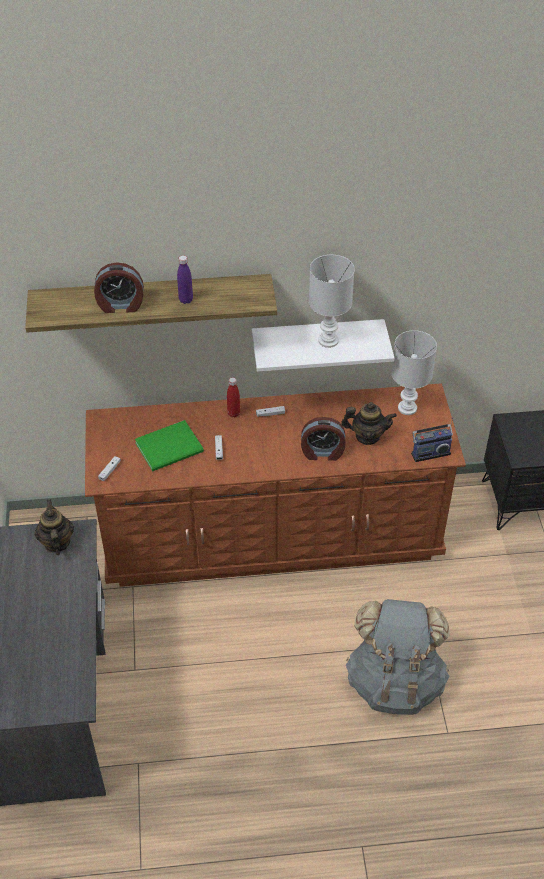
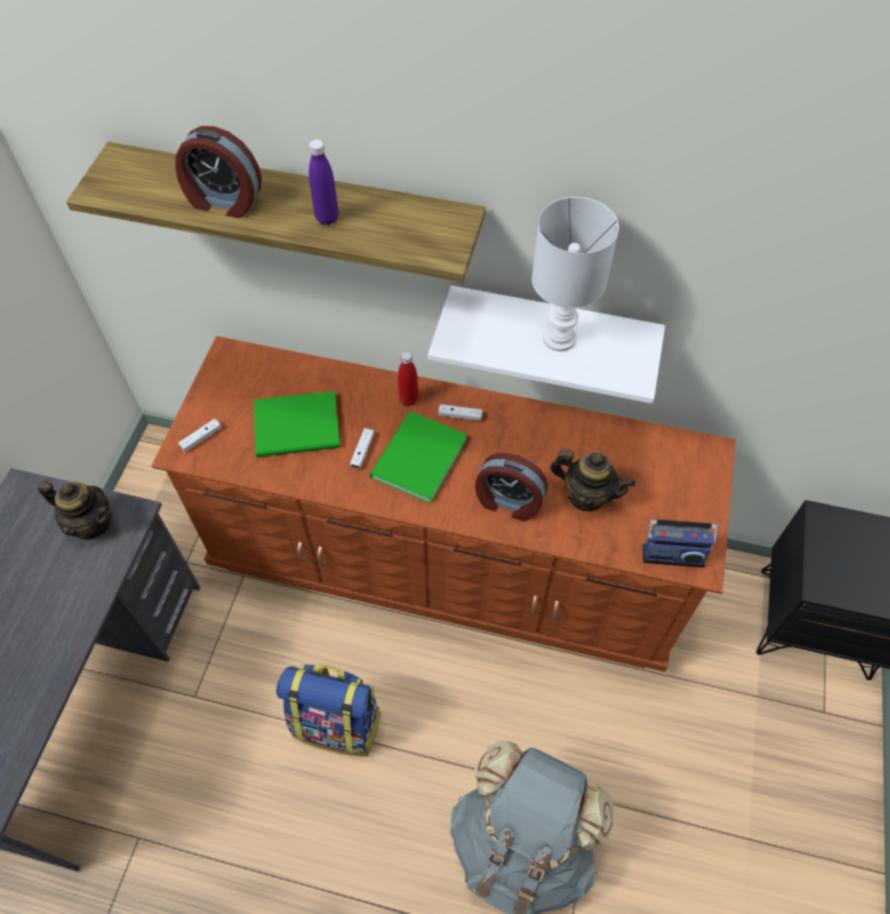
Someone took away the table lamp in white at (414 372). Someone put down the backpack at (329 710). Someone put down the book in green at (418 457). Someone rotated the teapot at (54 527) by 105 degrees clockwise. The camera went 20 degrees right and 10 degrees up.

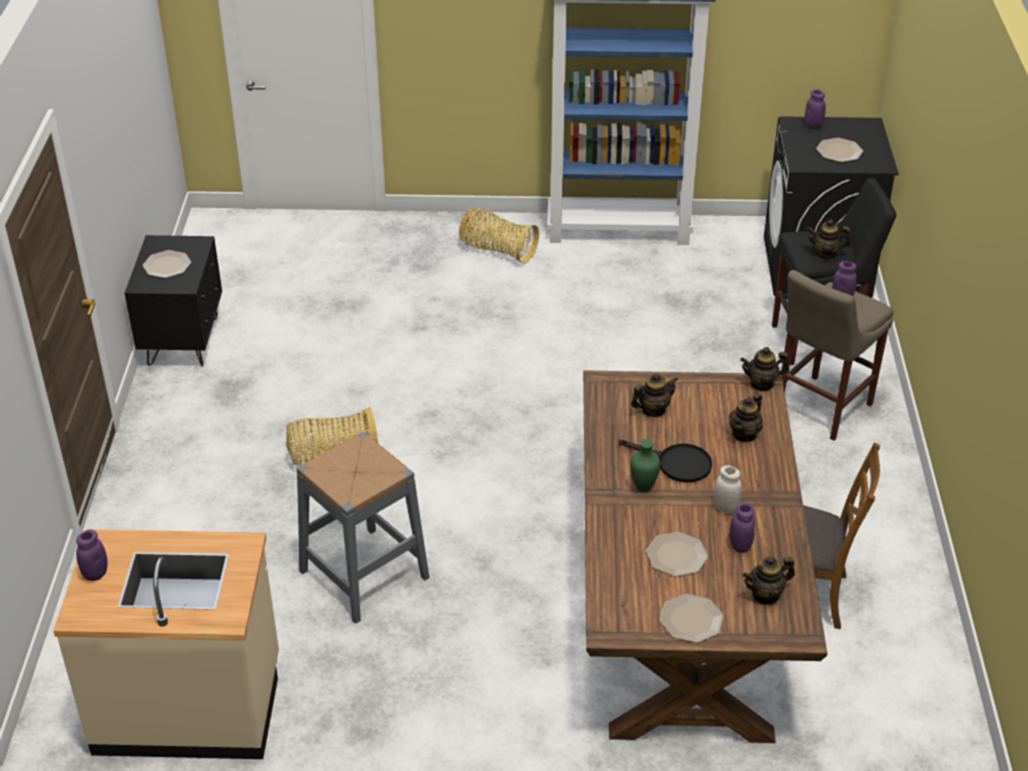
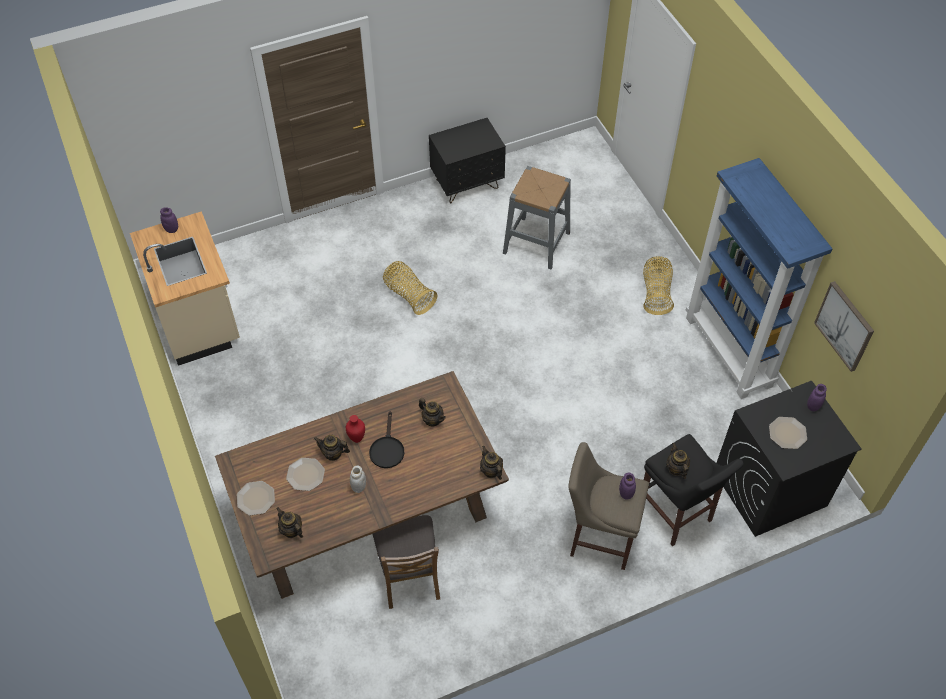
Someone took away the plate at (167 264). Someone took away the jar in purple at (742 527). Someone put up the picture at (844 326). Someone carried the stool in grey from (363 528) to (537 217). Someone carried the teapot from (746 418) to (332 448). Someone repainted the vase in green at (645 465), which became the vase in red at (355 429). The camera went 65 degrees right and 15 degrees up.

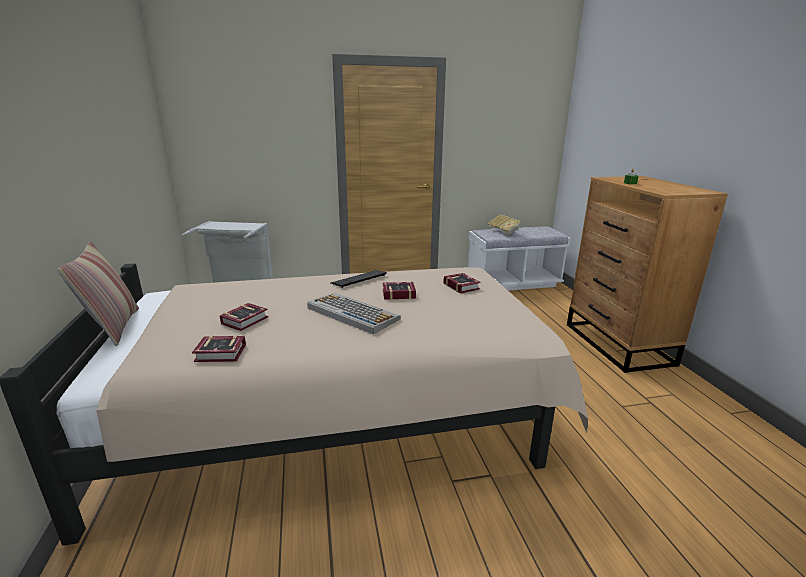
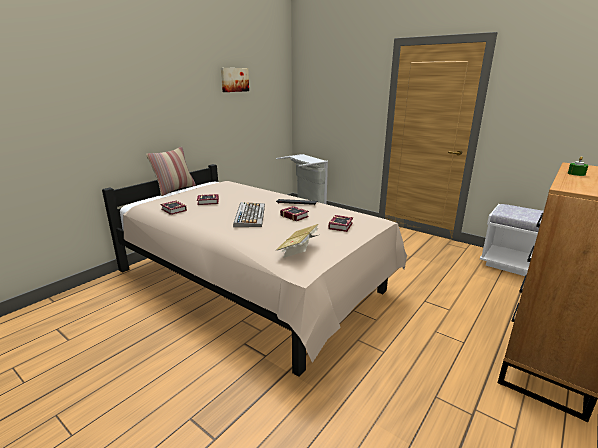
Someone put up the picture at (235 80). Someone carried the book from (504 225) to (297 241). The camera went 50 degrees right and 0 degrees up.

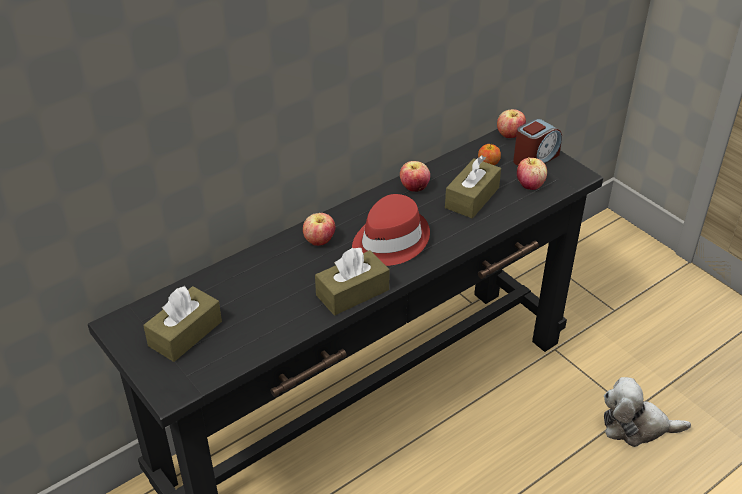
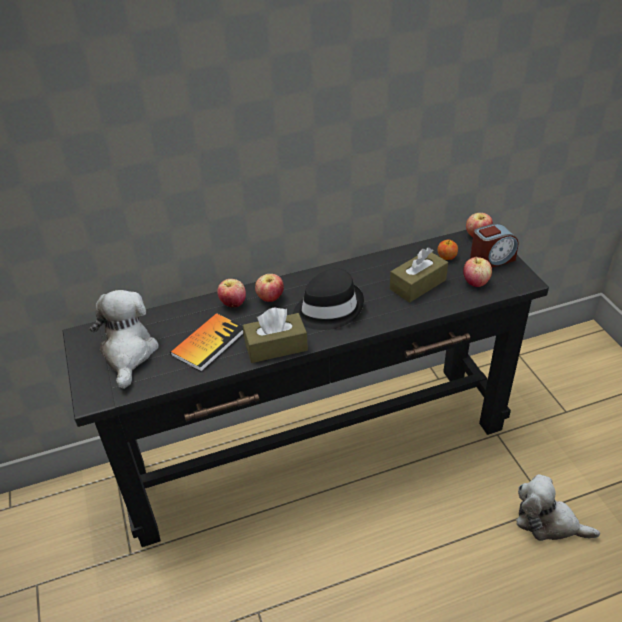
Someone put down the book at (206 342). Someone carried the apple from (415 176) to (231 293). Someone swapped the tissue box in brown at (182 324) for the plush toy at (124 339). Someone repainted the hat in red at (391 230), which became the hat in black at (328 299). The camera went 20 degrees right and 0 degrees up.

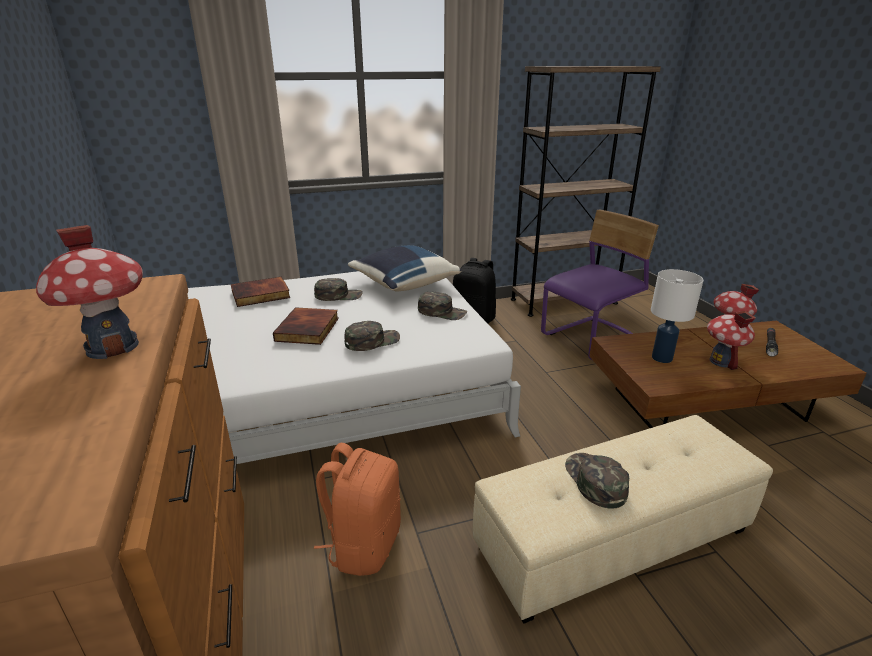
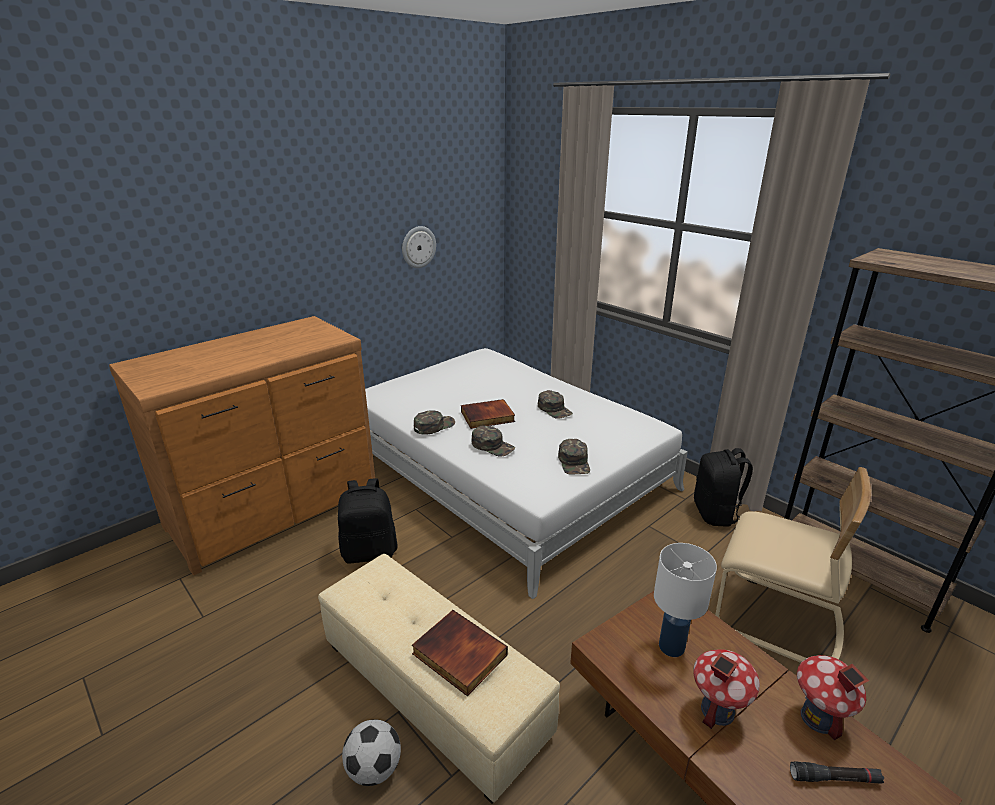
Someone took away the toy house at (89 292). Someone took away the pillow in blue at (404 268). Someone put down the football at (371 752). Someone put up the wall clock at (419 247). Someone carried the book from (260 291) to (460 653). Someone carried the cap in green from (597 481) to (434 422). Someone repainted the backpack in orange at (357 509), which became the backpack in black at (368 521). Someone repainted the chair in purple at (600 284), which became the chair in beige at (793 565). The camera went 65 degrees right and 0 degrees up.

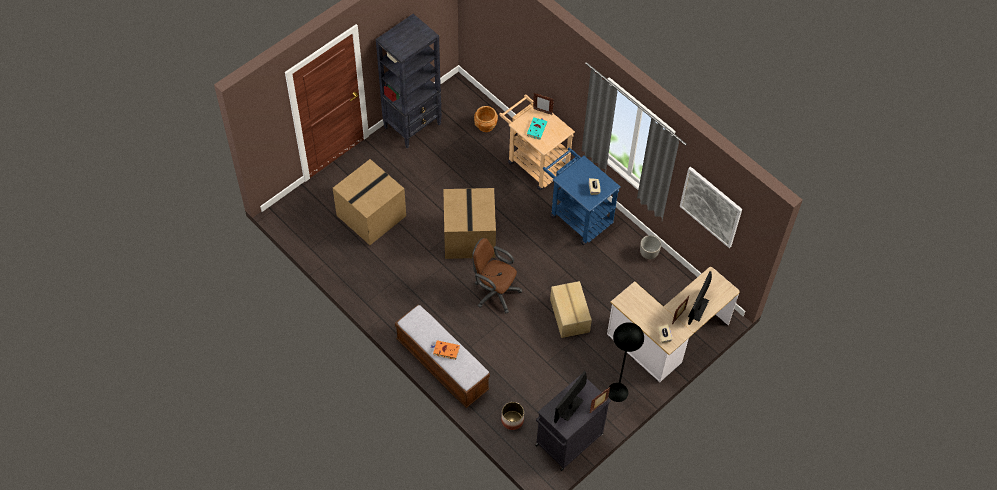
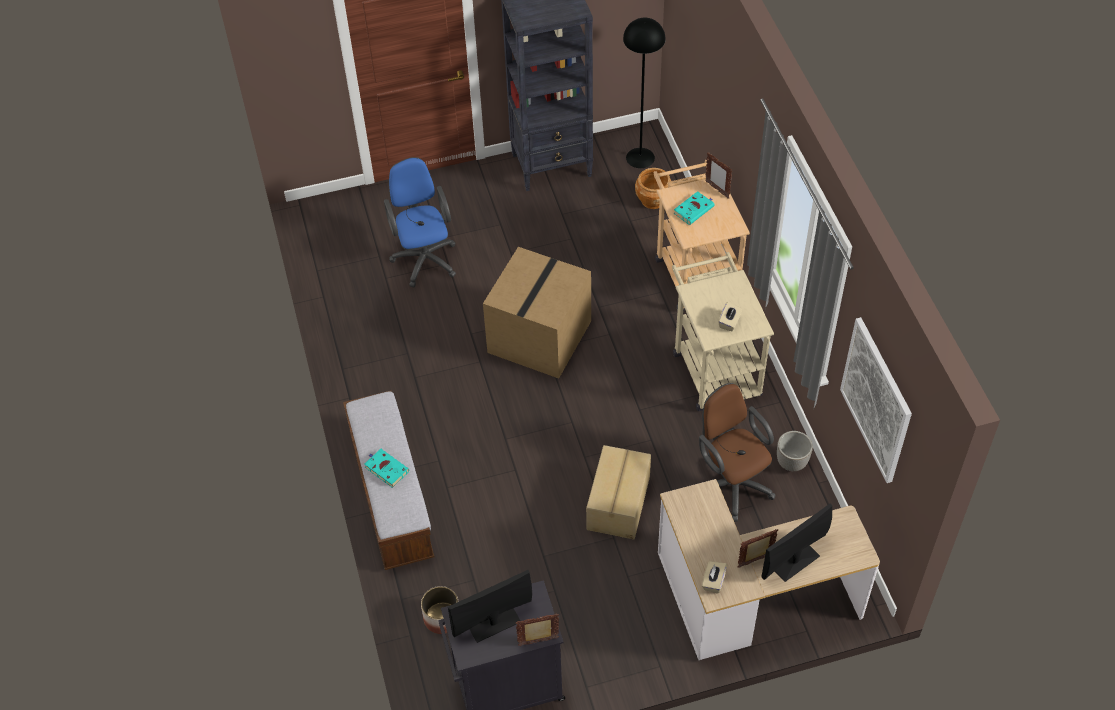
Someone carried the office chair in brown from (497 276) to (737 452). Someone carried the floor lamp in black from (626 362) to (644 92). Someone swapped the cardboard box at (369 202) for the office chair in blue at (420 222). Someone repainted the book in orange at (445 350), which became the book in turquoise at (386 468). Someone repainted the cart in blue at (582 196), which became the cart in beige at (723 331). The camera went 30 degrees right and 5 degrees down.

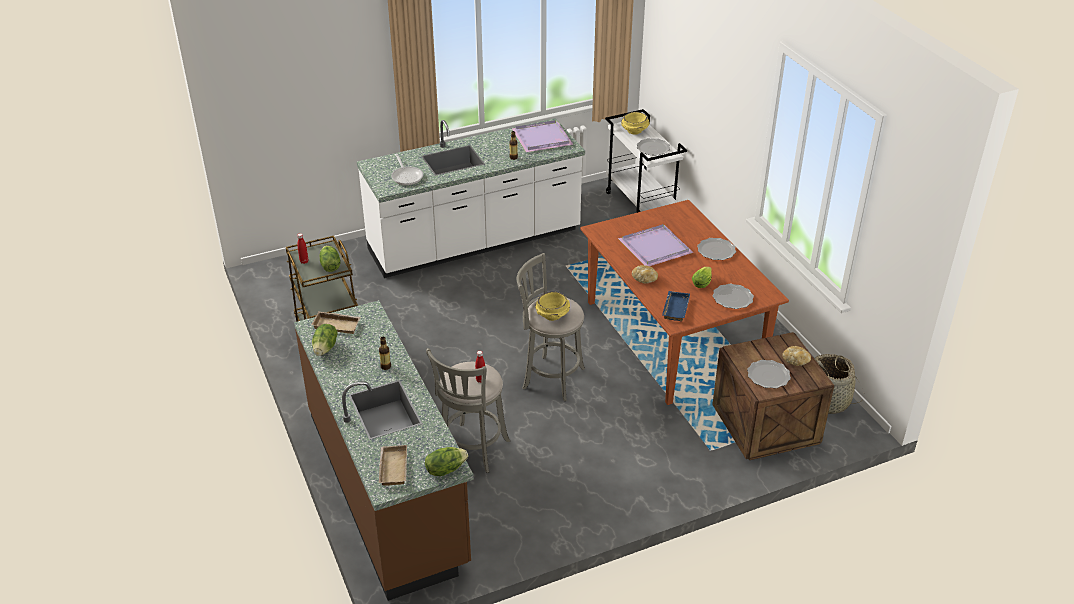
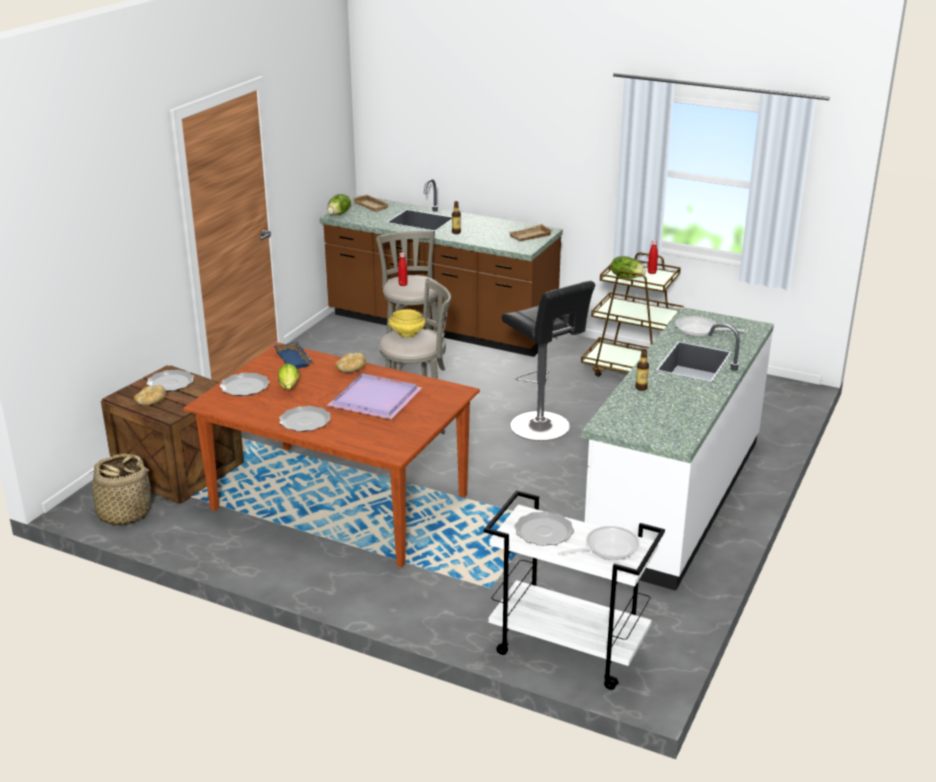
Someone took away the lettuce at (325 340). Someone took away the tray in purple at (542 136). Someone put down the stool in black at (548 361). Someone swapped the bowl in yellow at (635 123) for the frying pan at (598 543). The camera went 140 degrees right and 10 degrees down.

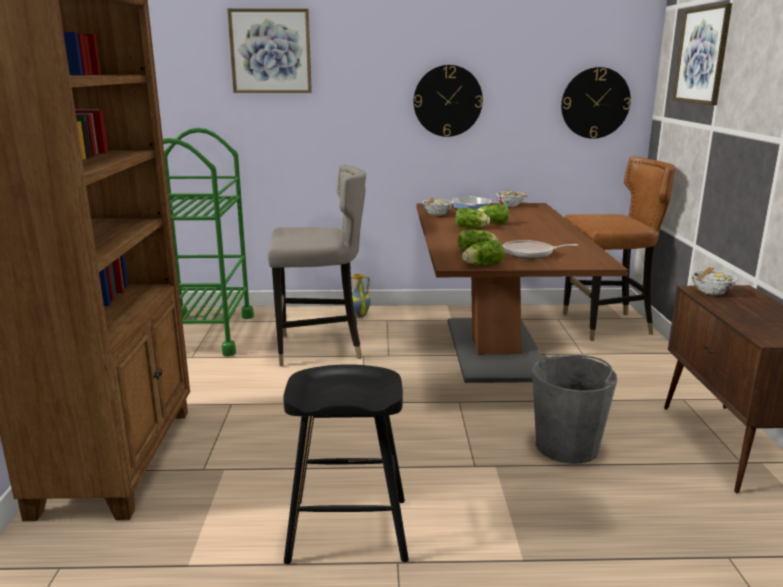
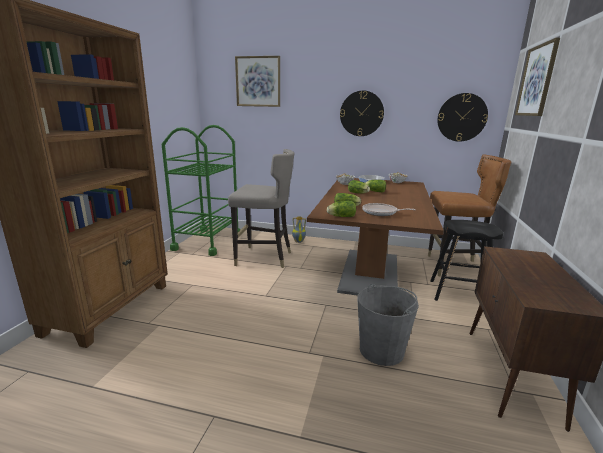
Someone took away the bowl at (714 281). Someone carried the stool in black from (346 464) to (466 260). The camera went 15 degrees right and 0 degrees up.

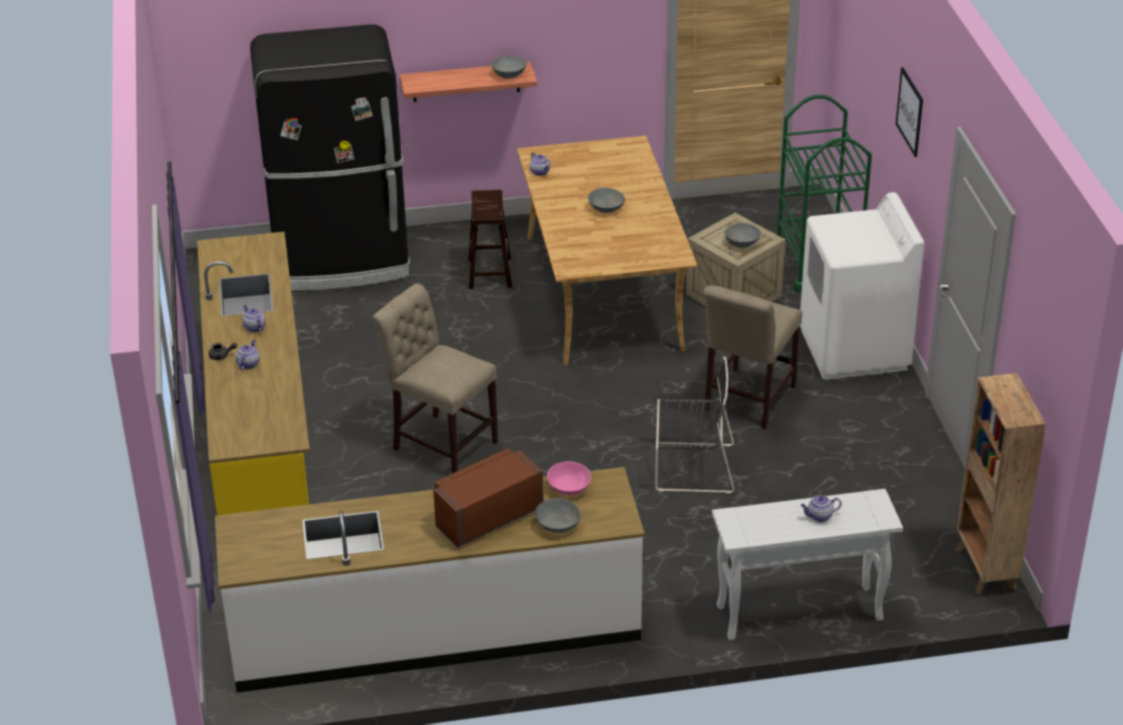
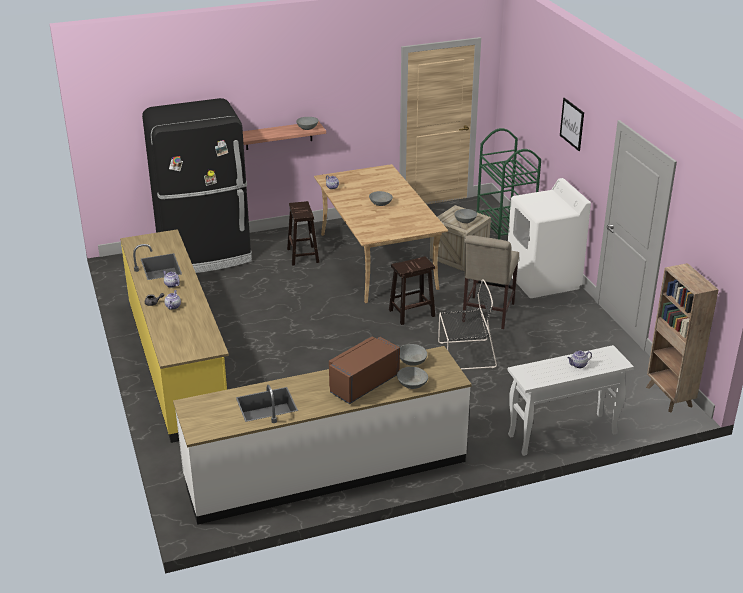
Someone took away the chair in beige at (435 378). Someone put down the stool in brown at (412 290). Someone repainted the bowl in pink at (569 478), which became the bowl in grey at (413 355). The camera went 10 degrees left and 5 degrees down.

